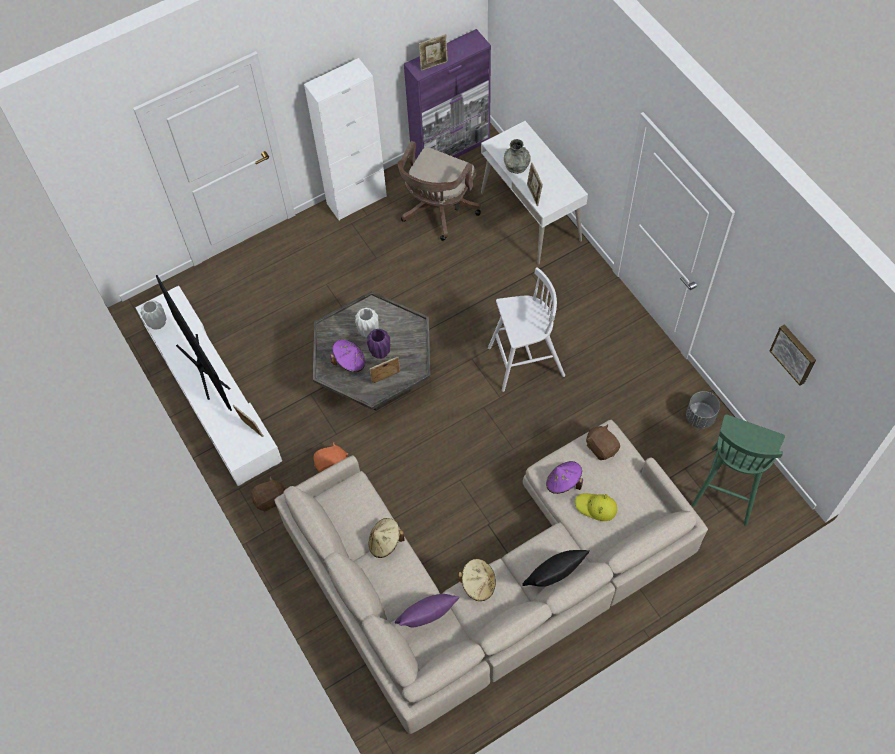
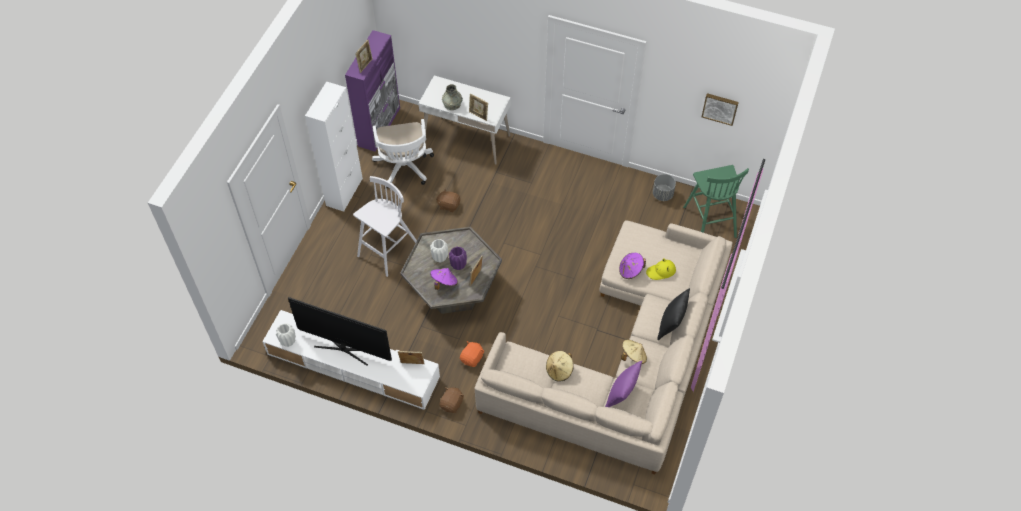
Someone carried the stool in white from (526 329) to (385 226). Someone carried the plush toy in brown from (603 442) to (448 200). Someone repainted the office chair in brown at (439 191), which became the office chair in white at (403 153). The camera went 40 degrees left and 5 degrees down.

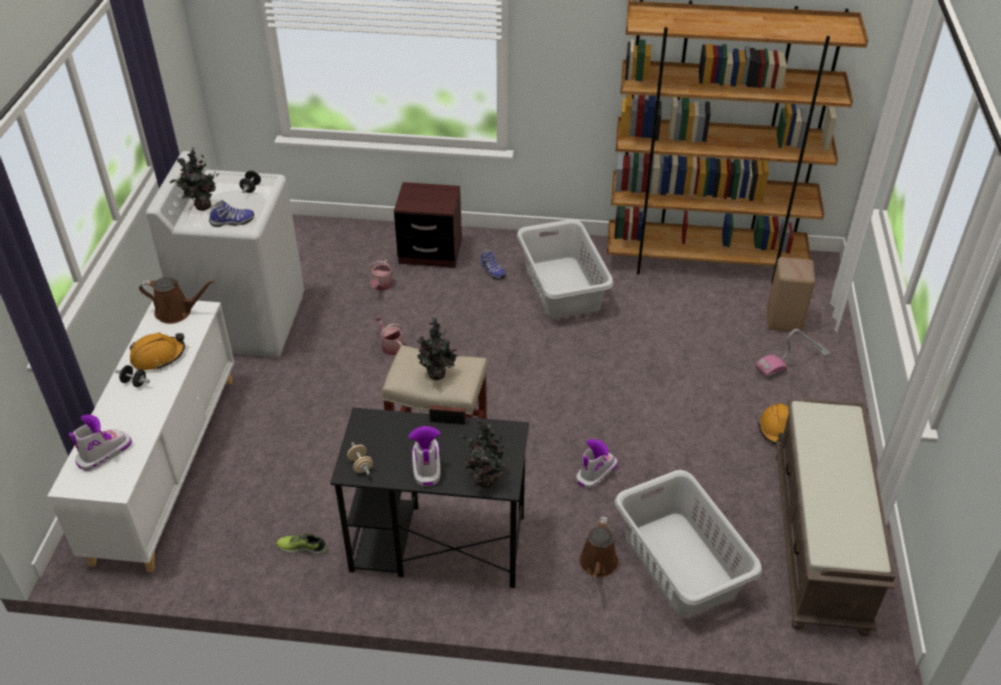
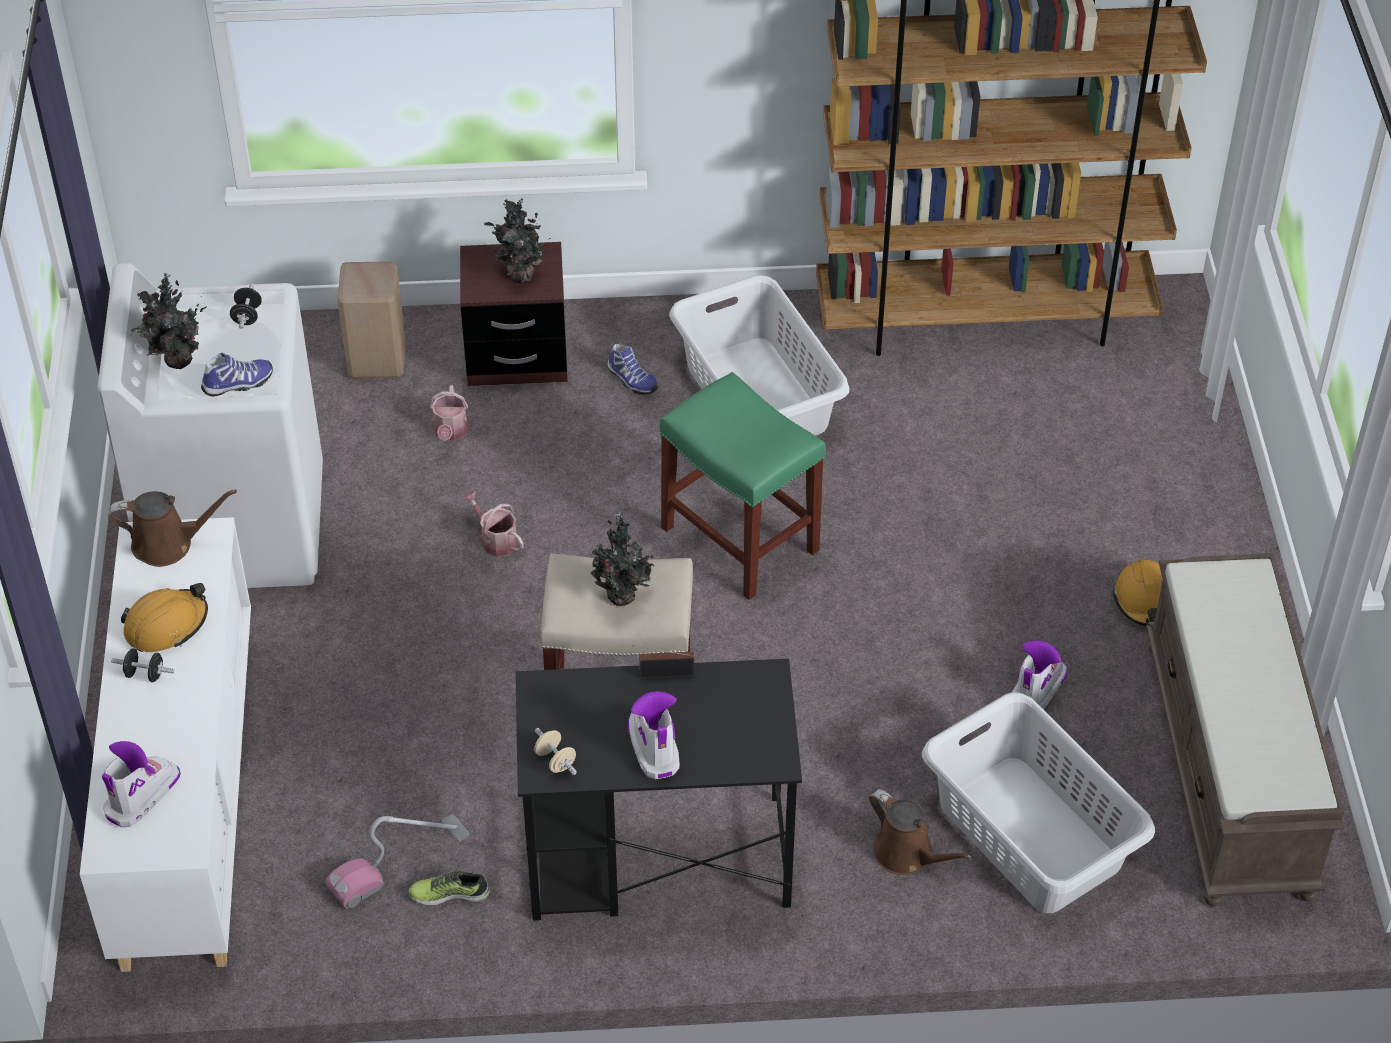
Someone put down the stool in green at (743 486). Someone carried the potted plant from (485 454) to (517 240). Someone carried the boot from (597 464) to (1040 675). Someone carried the vacuum cleaner from (792 354) to (397 861). Someone carried the stool in beige from (791 294) to (371 319). Someone rotated the watering can in brown at (598 547) by 45 degrees counterclockwise. The camera went 10 degrees left and 5 degrees up.

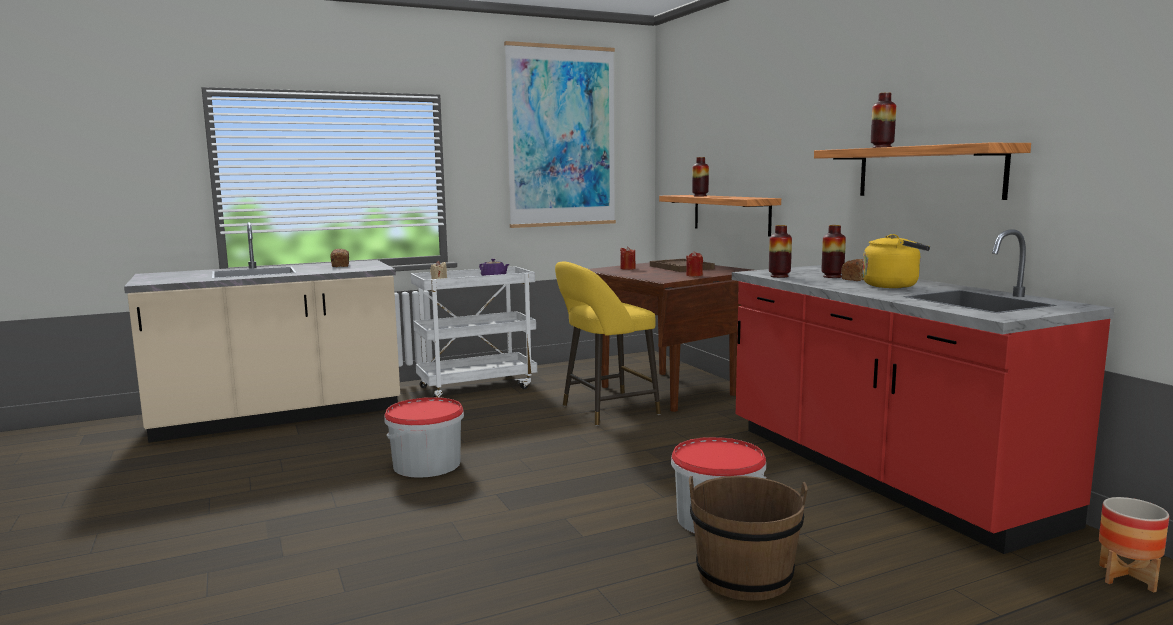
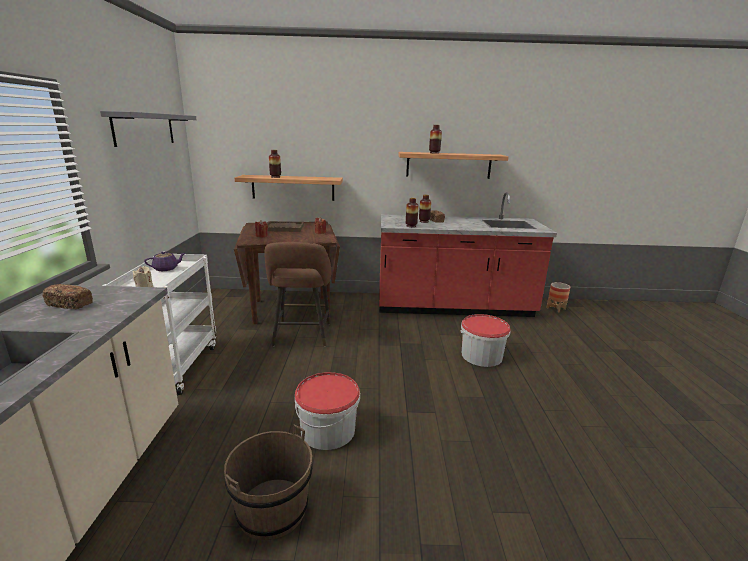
Someone took away the kettle in yellow at (896 261). Someone carried the bucket in brown from (748 538) to (268 482). Someone swapped the picture at (560 134) for the shelf in grey at (148 129). Someone repainted the stool in yellow at (608 344), which became the stool in brown at (297 294). The camera went 65 degrees left and 10 degrees up.

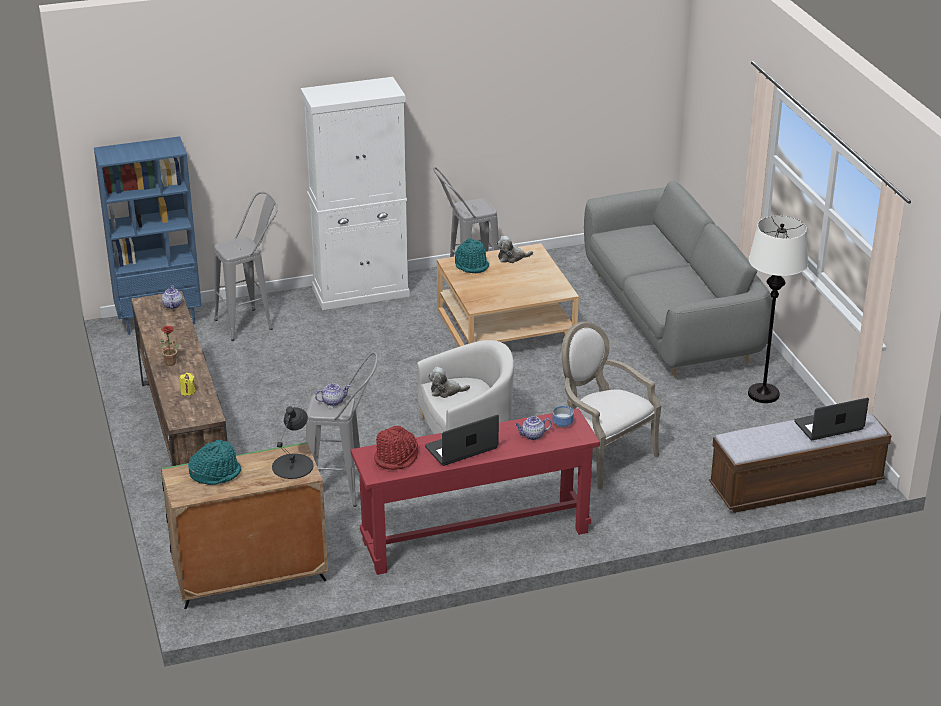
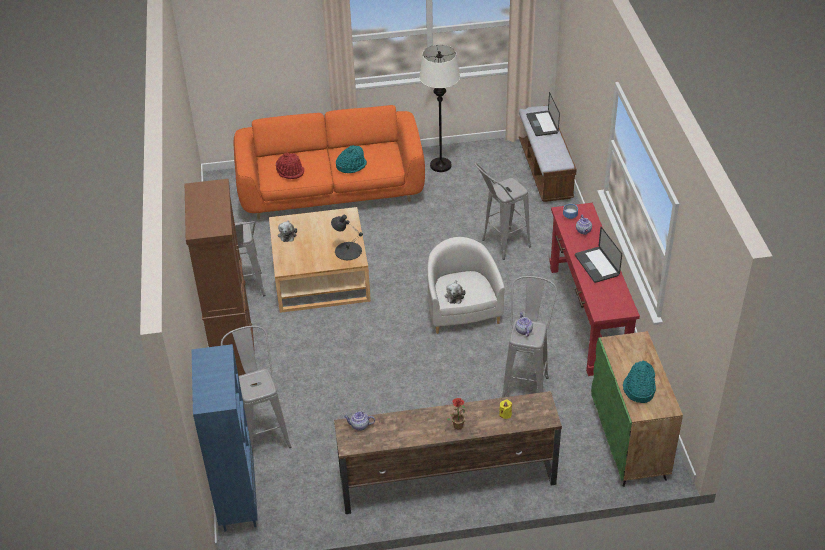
Someone carried the table lamp in black from (292 442) to (347 237). Someone carried the hat in red from (396 448) to (290 166). Someone carried the hat in turquoise from (472 255) to (351 159). Someone swapped the armchair at (611 405) for the stool in grey at (503 211). Someone repainted the cabinet in white at (355 193), which became the cabinet in brown at (221 282). Someone repainted the sofa in grey at (678 279), which became the sofa in orange at (329 162). The camera went 80 degrees left and 10 degrees up.

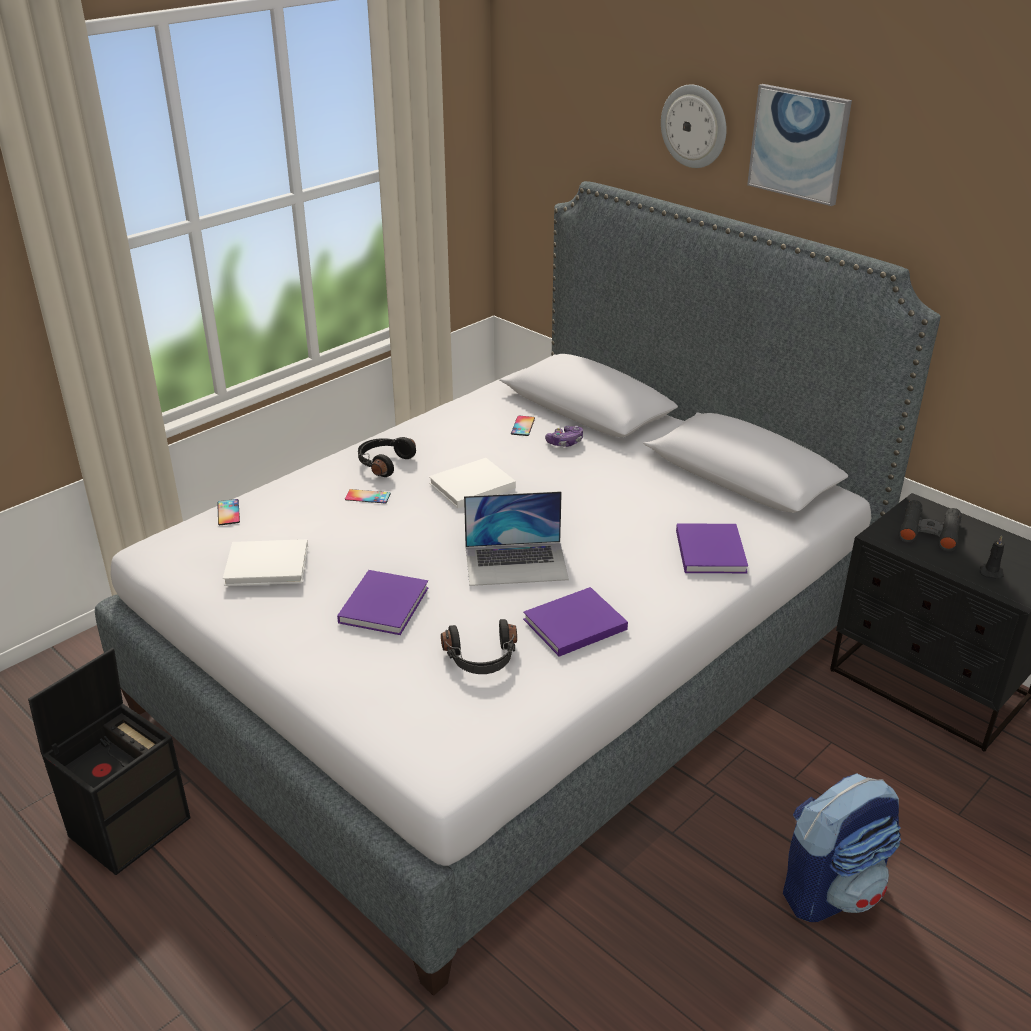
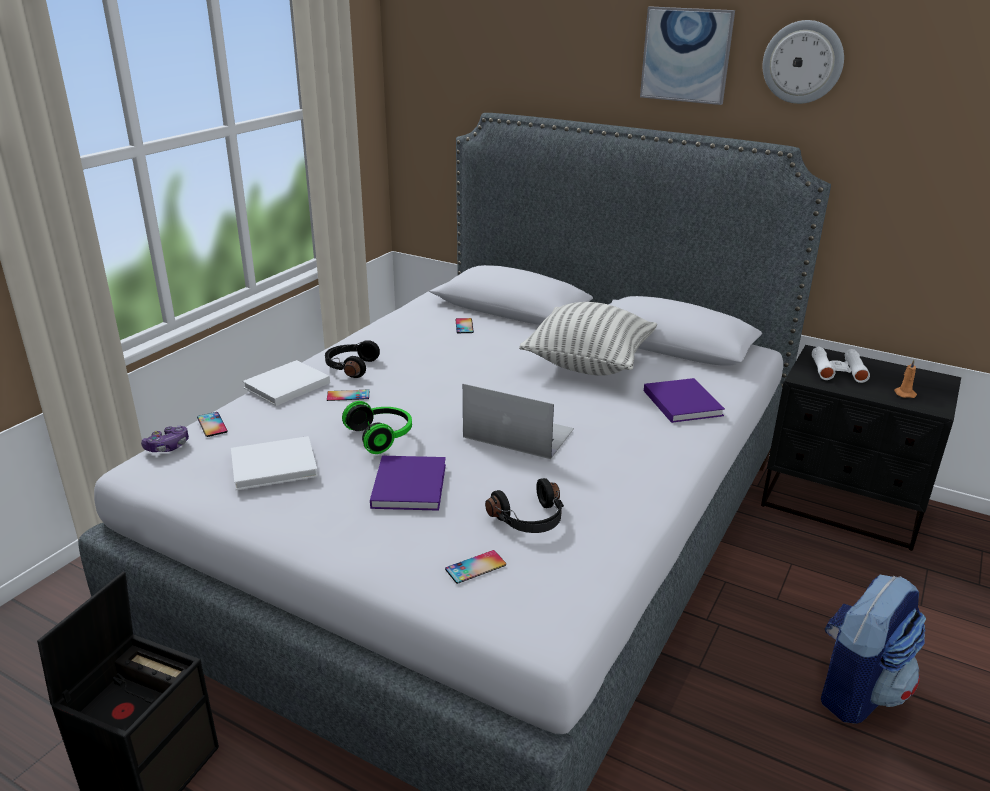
Someone took away the book in purple at (575 622). Someone put down the headphones at (377 427). Someone put down the phone at (475 567). Someone put down the pillow at (588 339). Someone carried the book in white from (472 483) to (286 383). Someone carried the game controller from (564 436) to (165 438). Someone carried the wall clock from (693 126) to (803 62). Someone repainted the binoculars in black at (930 525), which became the binoculars in white at (841 365). Someone repainted the candle in black at (992 557), which became the candle in orange at (905 379). Someone rotated the laptop at (516 538) by 135 degrees counterclockwise. The camera went 15 degrees left and 5 degrees down.

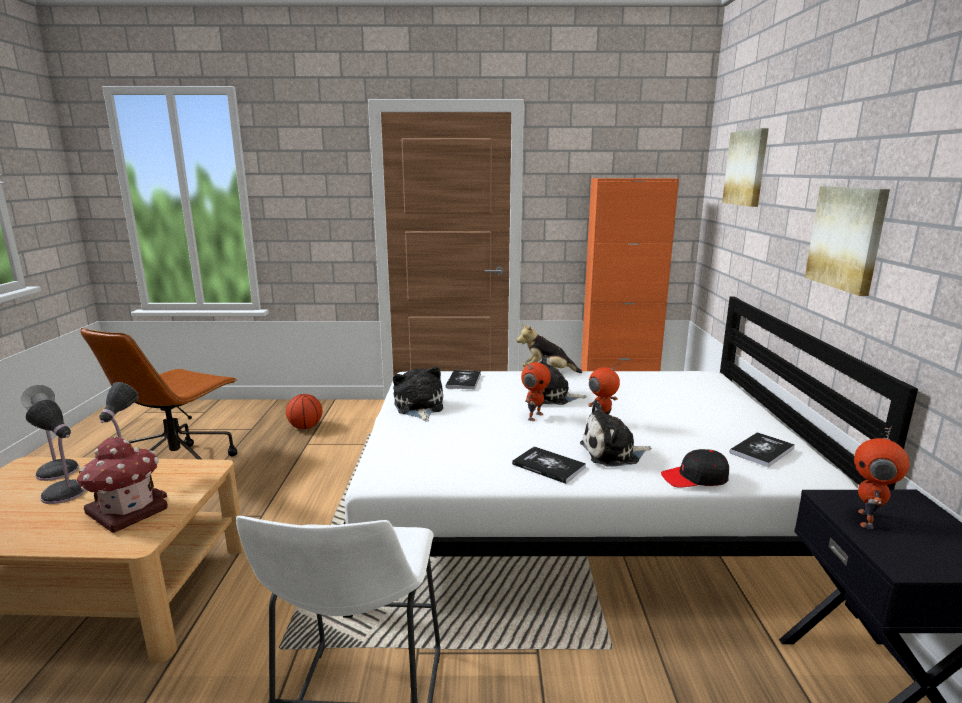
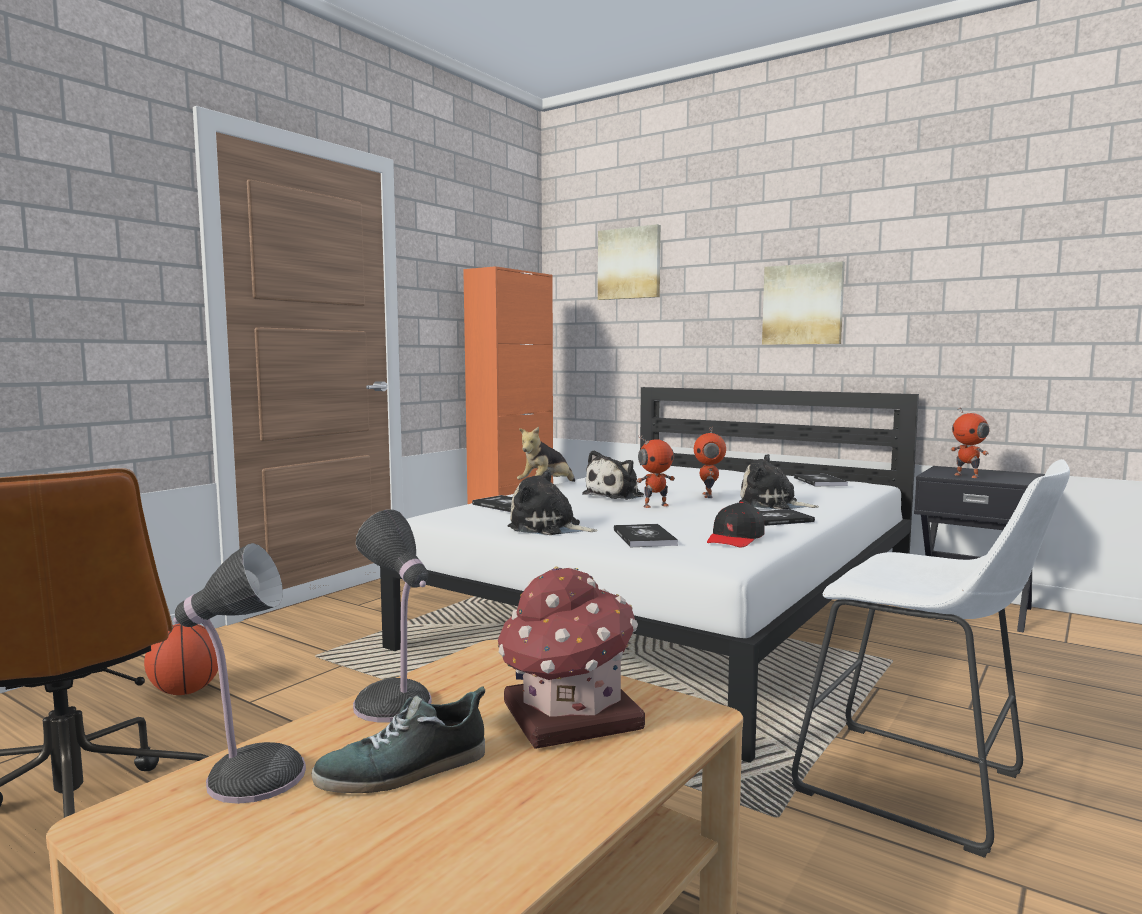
Someone put down the book at (646 535). Someone carried the cap in black from (695 468) to (736 525). Someone swapped the table lamp at (55 451) for the shoe at (398 739). Someone rotated the toy robot at (536 391) by 90 degrees clockwise. Someone rotated the plush toy at (616 434) by 90 degrees clockwise. The camera went 55 degrees left and 10 degrees down.

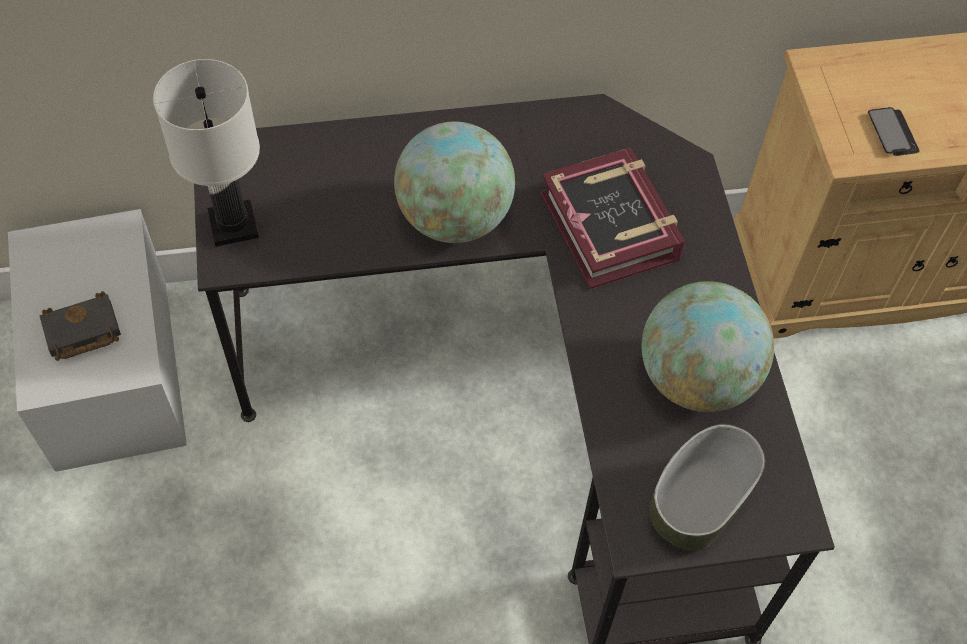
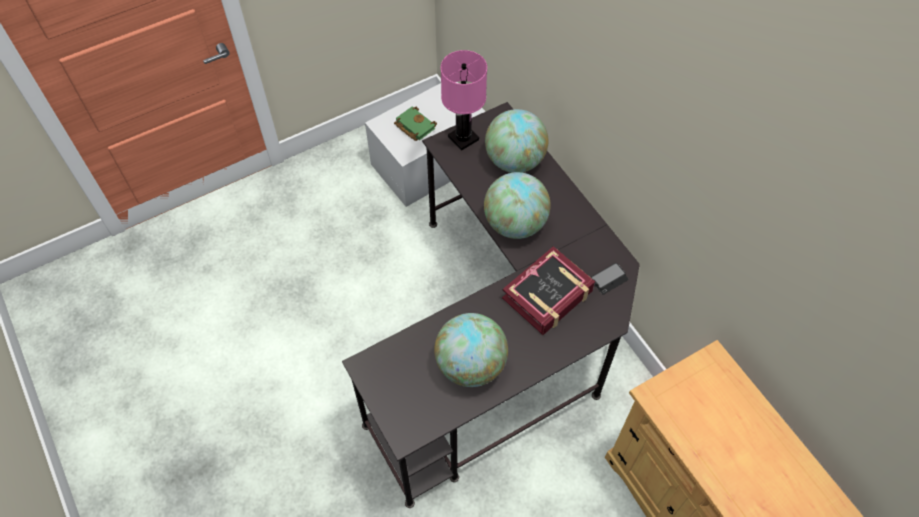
Someone took away the bowl at (707 487). Someone put down the globe at (516 141). Someone carried the phone from (894 131) to (609 278). Someone repainted the book in black at (80 326), which became the book in green at (415 124). Someone repainted the table lamp in white at (206 153), which became the table lamp in pink at (464 100). The camera went 70 degrees right and 0 degrees up.

